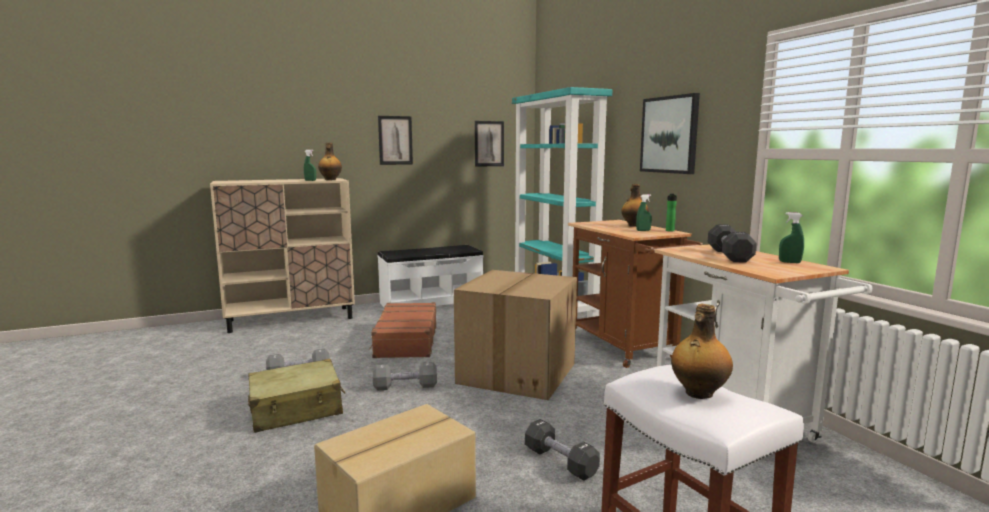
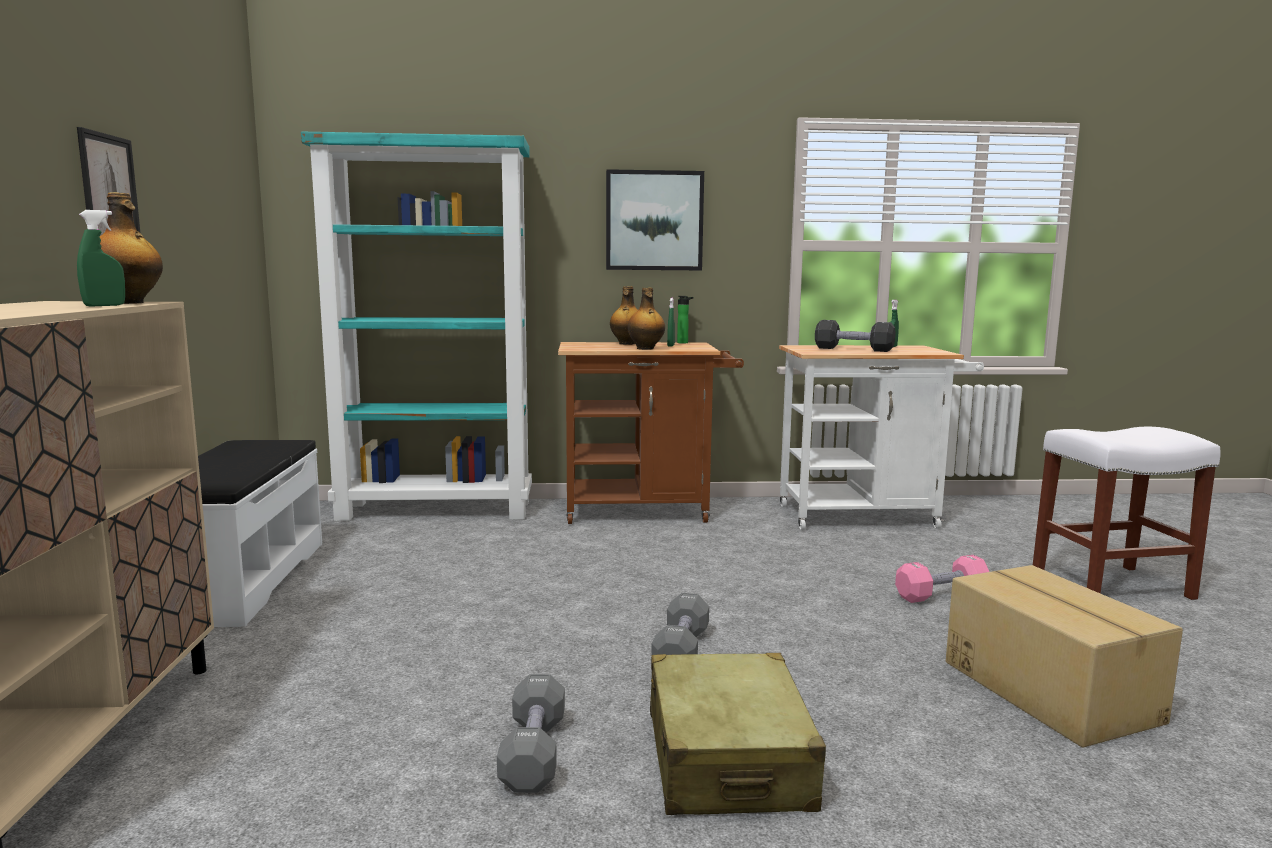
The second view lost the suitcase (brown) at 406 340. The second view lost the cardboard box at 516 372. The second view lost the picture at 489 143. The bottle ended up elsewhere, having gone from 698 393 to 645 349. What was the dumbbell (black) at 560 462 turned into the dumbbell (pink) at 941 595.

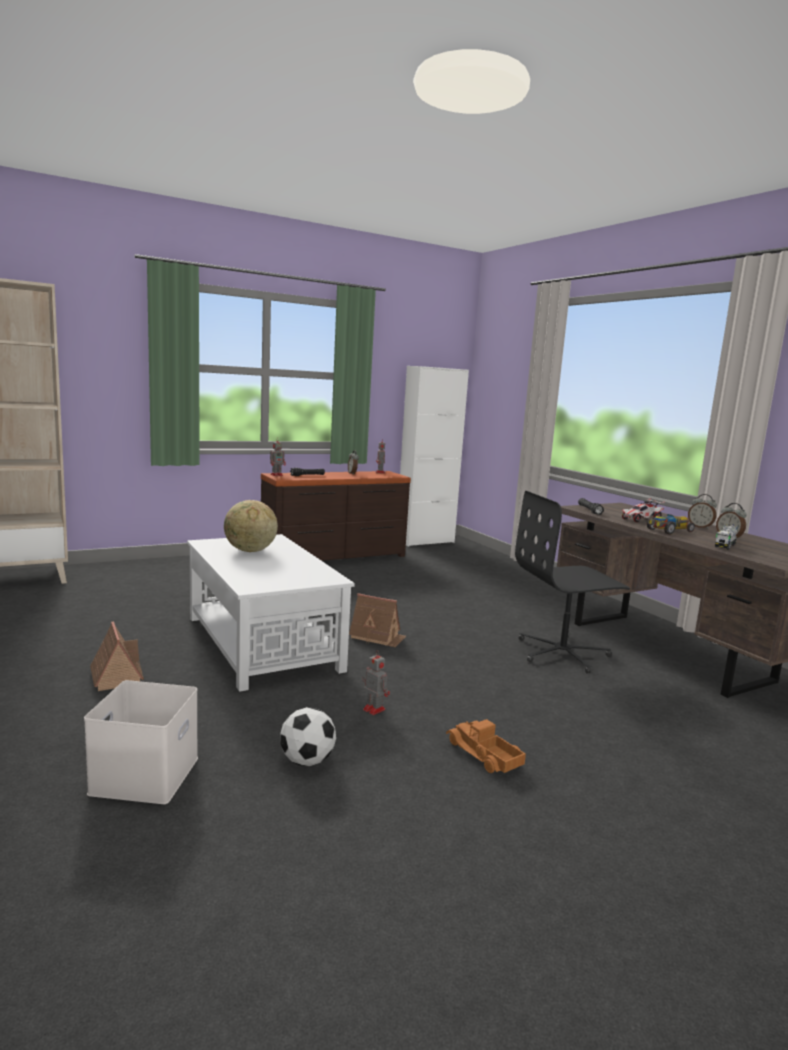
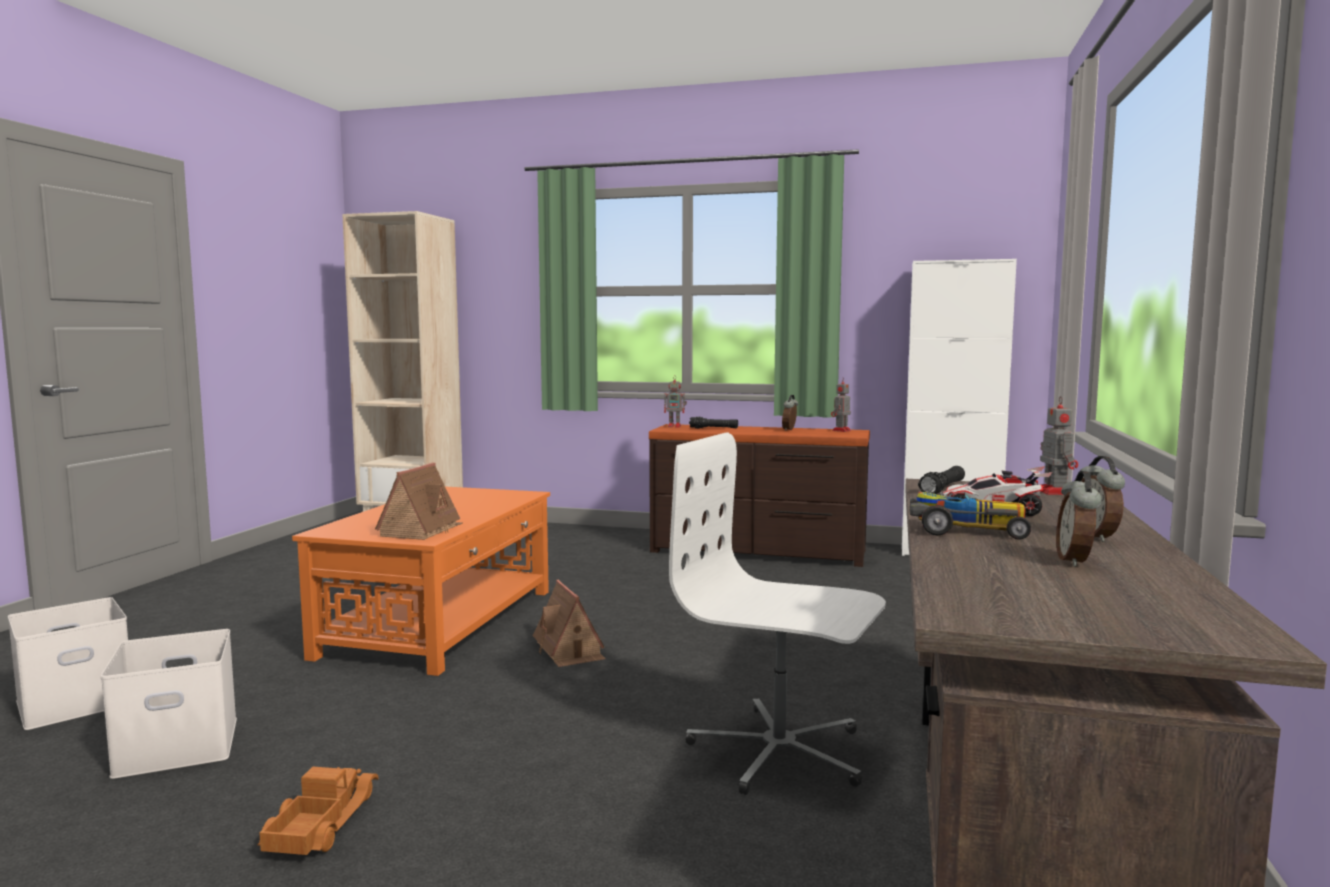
The second view lost the globe at 250 551. The second view lost the toy truck at 725 545. The toy house ended up elsewhere, having gone from 116 676 to 421 530. The toy robot ended up elsewhere, having gone from 373 709 to 1054 492. Where the football stood at 307 761, the storage box (white) came to stand at 180 744. What was the coffee table (white) at 262 642 turned into the coffee table (orange) at 441 622. What was the office chair (black) at 563 653 turned into the office chair (white) at 779 752.

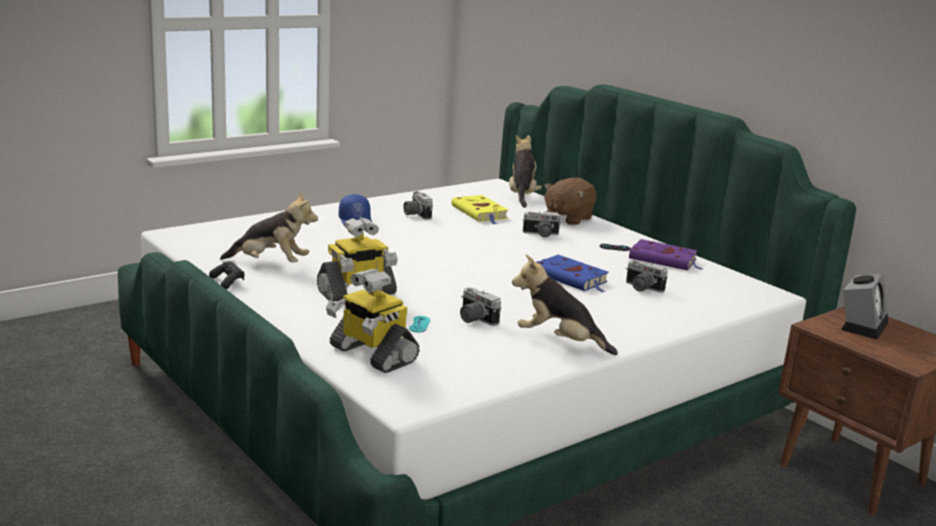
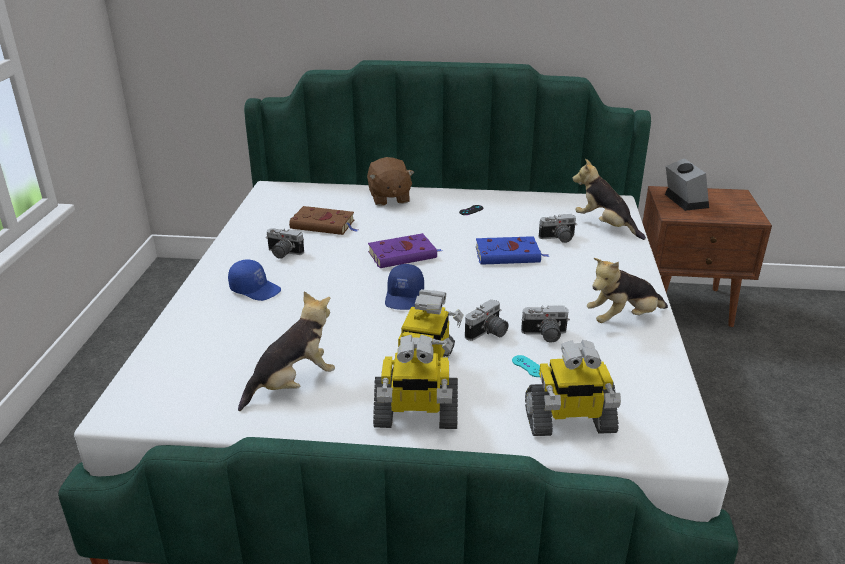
The second view lost the game controller (black) at 227 282. The second view gained the toy robot at 415 416. The second view gained the cap (blue) at 405 297. The plush toy ended up elsewhere, having gone from 522 196 to 605 226. The photo camera ended up elsewhere, having gone from 540 235 to 488 333. The book (purple) ended up elsewhere, having gone from 664 260 to 404 255. What was the book (yellow) at 480 213 turned into the book (brown) at 324 225.

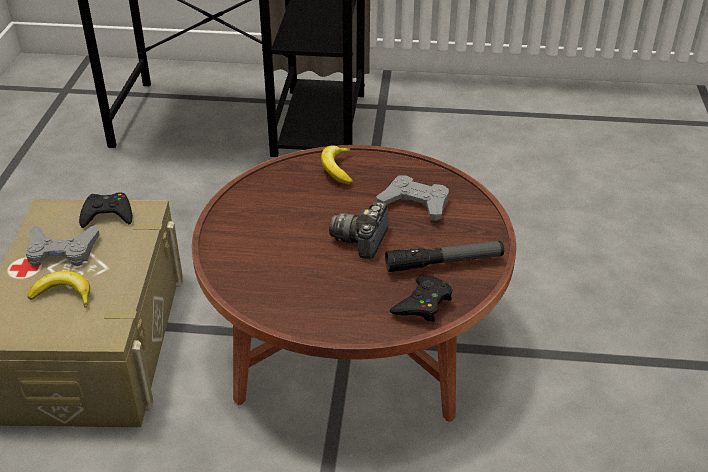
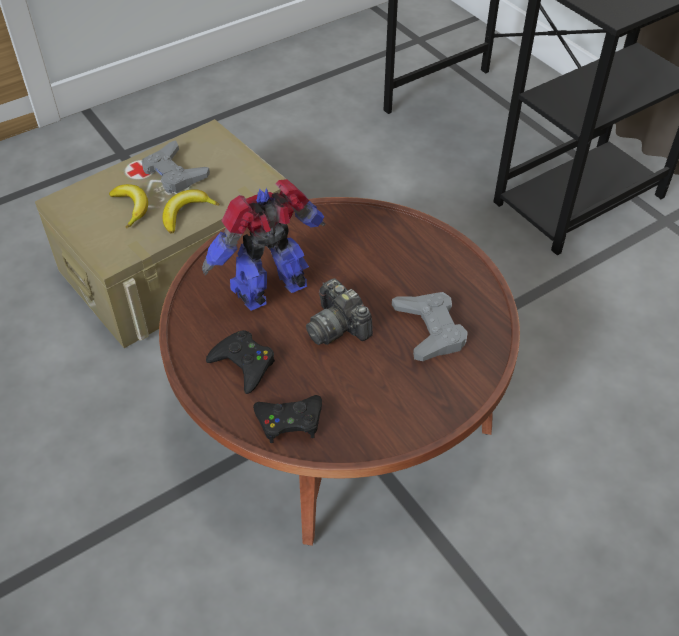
The second view lost the flashlight at 444 262. The second view gained the toy robot at 273 290. The game controller (black) ended up elsewhere, having gone from 108 215 to 244 364. The banana ended up elsewhere, having gone from 337 168 to 186 214. The photo camera at 362 240 ended up facing another way, 105 degrees counterclockwise from before.

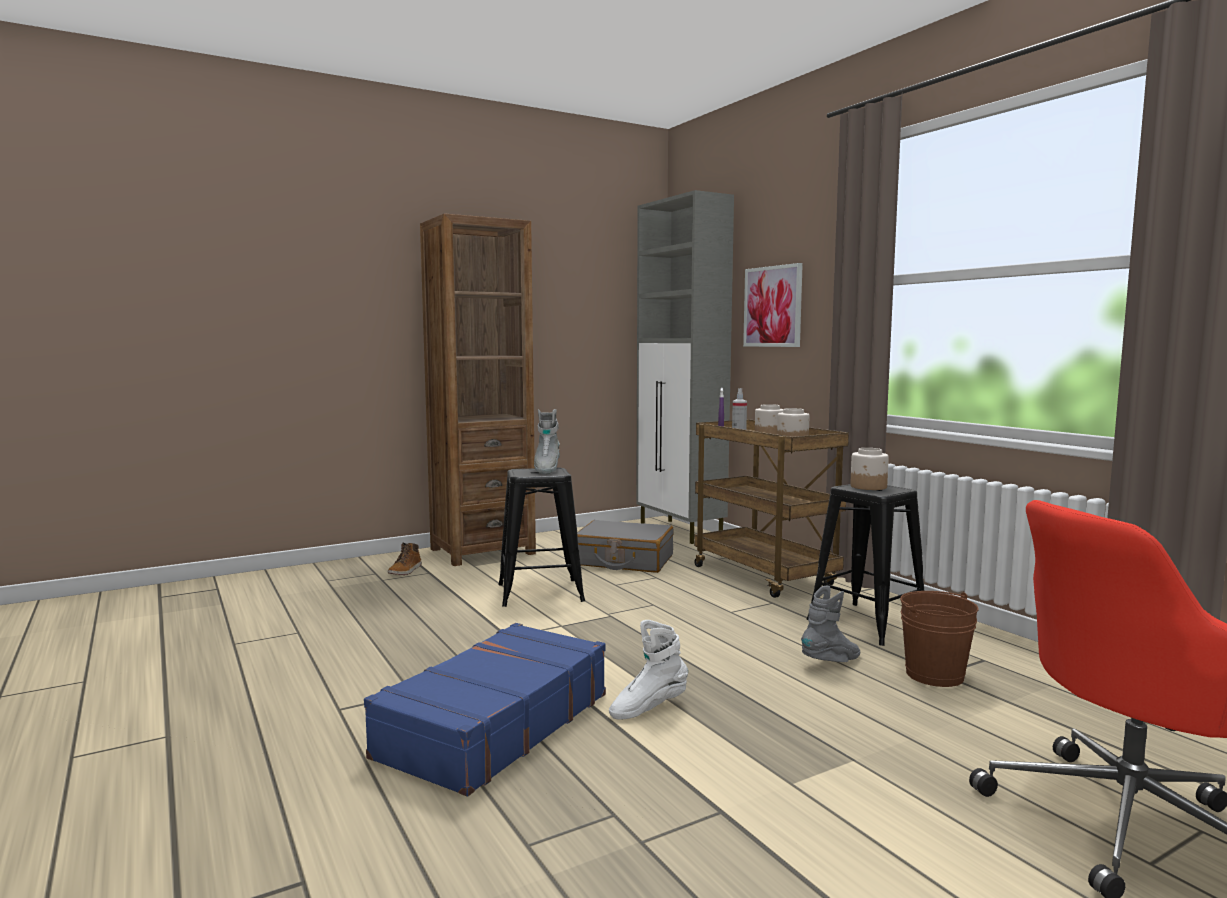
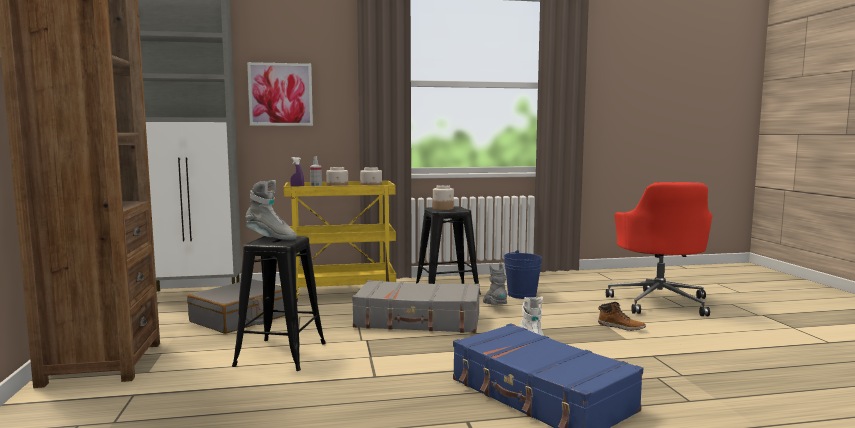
The second view gained the suitcase (grey) at 418 321. The boot ended up elsewhere, having gone from 405 571 to 621 327. What was the cart (brown) at 766 577 turned into the cart (yellow) at 342 293. What was the bucket (brown) at 934 675 turned into the bucket (blue) at 522 295.

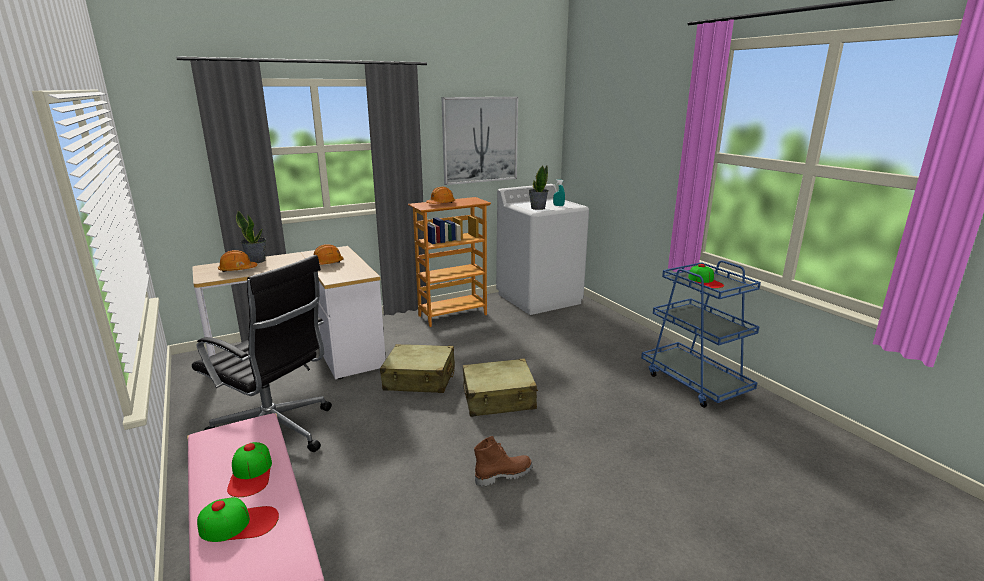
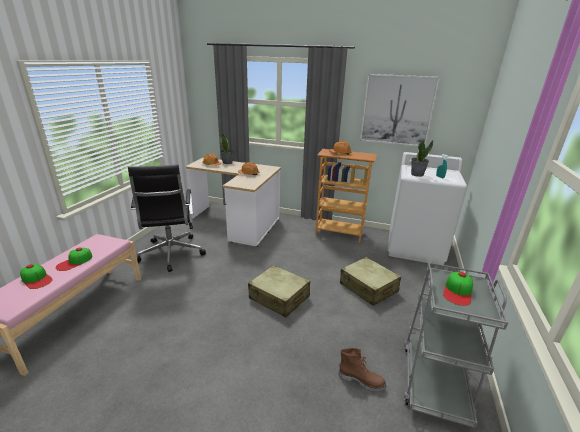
The suitcase (beige) ended up elsewhere, having gone from 420 379 to 368 288. The boot (brown) ended up elsewhere, having gone from 503 475 to 361 380. What was the cart (blue) at 694 382 turned into the cart (grey) at 434 380.

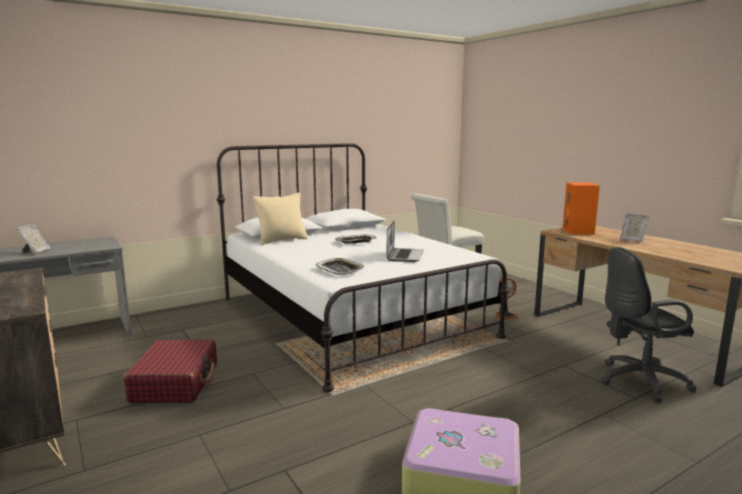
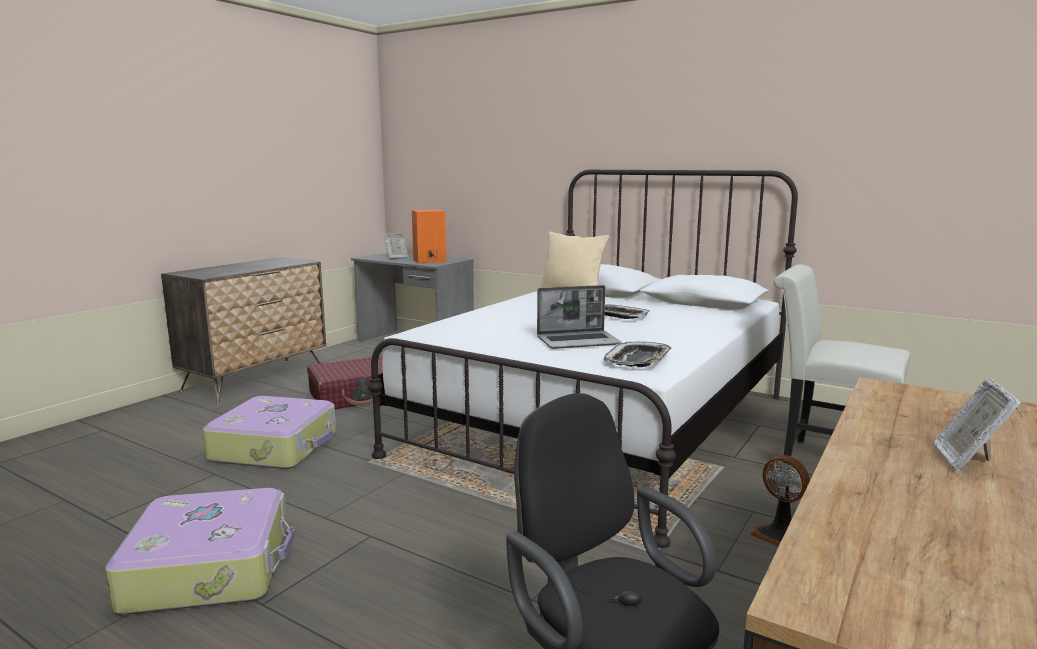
The second view gained the suitcase at 276 447. The tray ended up elsewhere, having gone from 340 270 to 638 360. The speaker (orange) ended up elsewhere, having gone from 579 231 to 429 261.

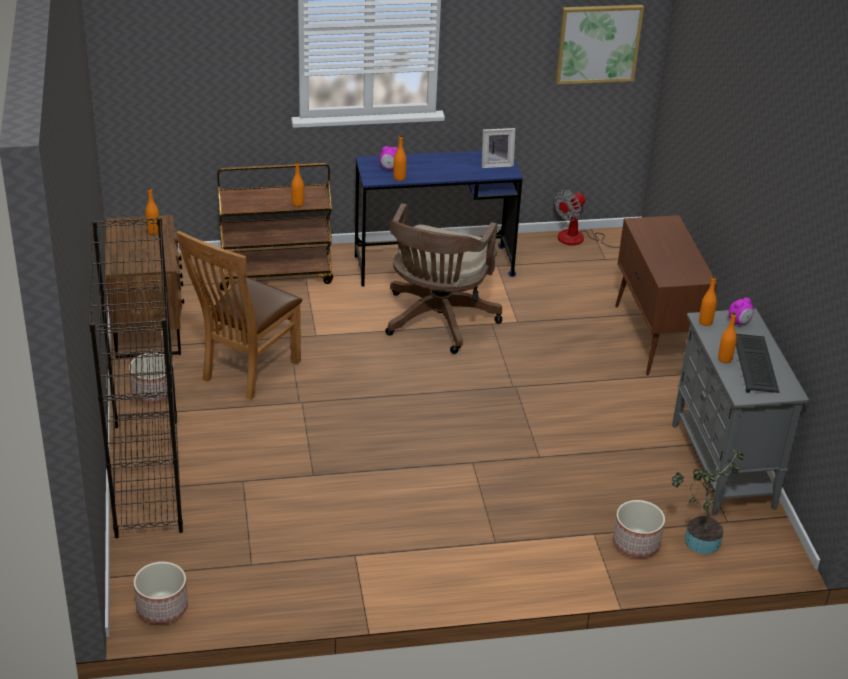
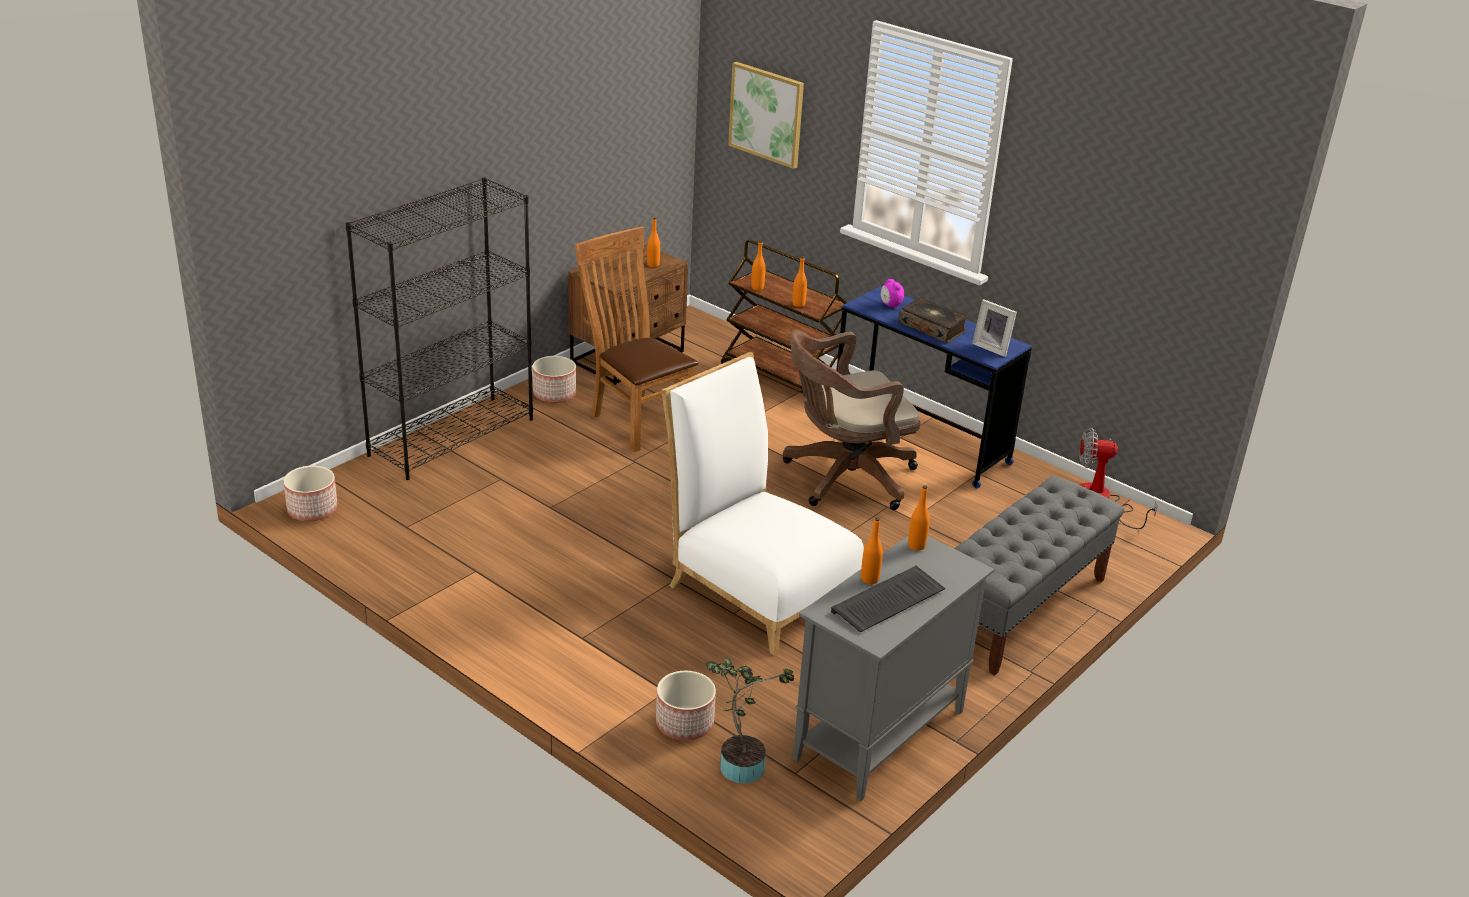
The second view lost the alarm clock at 739 322. The second view gained the chair (white) at 756 587. The second view gained the book at 932 327. The bottle (orange) ended up elsewhere, having gone from 399 178 to 757 288. The picture ended up elsewhere, having gone from 598 43 to 767 114. Where the cabinet (brown) stood at 655 339, the bench (grey) came to stand at 1018 609. The chair (brown) at 246 372 ended up facing another way, 60 degrees clockwise from before.

